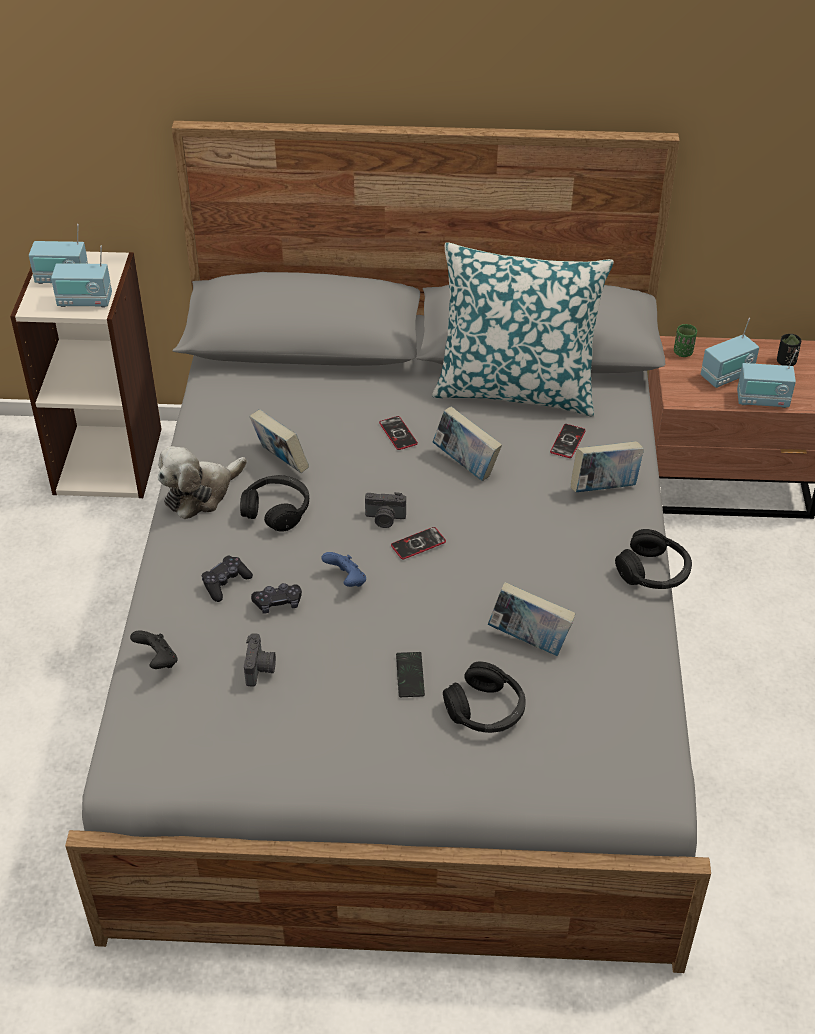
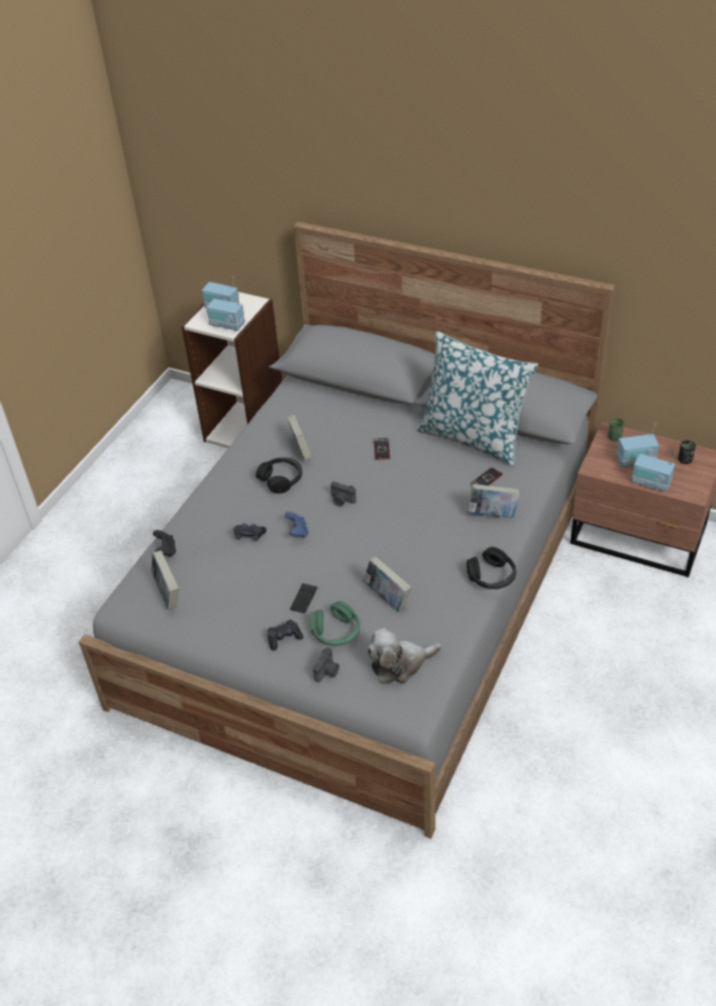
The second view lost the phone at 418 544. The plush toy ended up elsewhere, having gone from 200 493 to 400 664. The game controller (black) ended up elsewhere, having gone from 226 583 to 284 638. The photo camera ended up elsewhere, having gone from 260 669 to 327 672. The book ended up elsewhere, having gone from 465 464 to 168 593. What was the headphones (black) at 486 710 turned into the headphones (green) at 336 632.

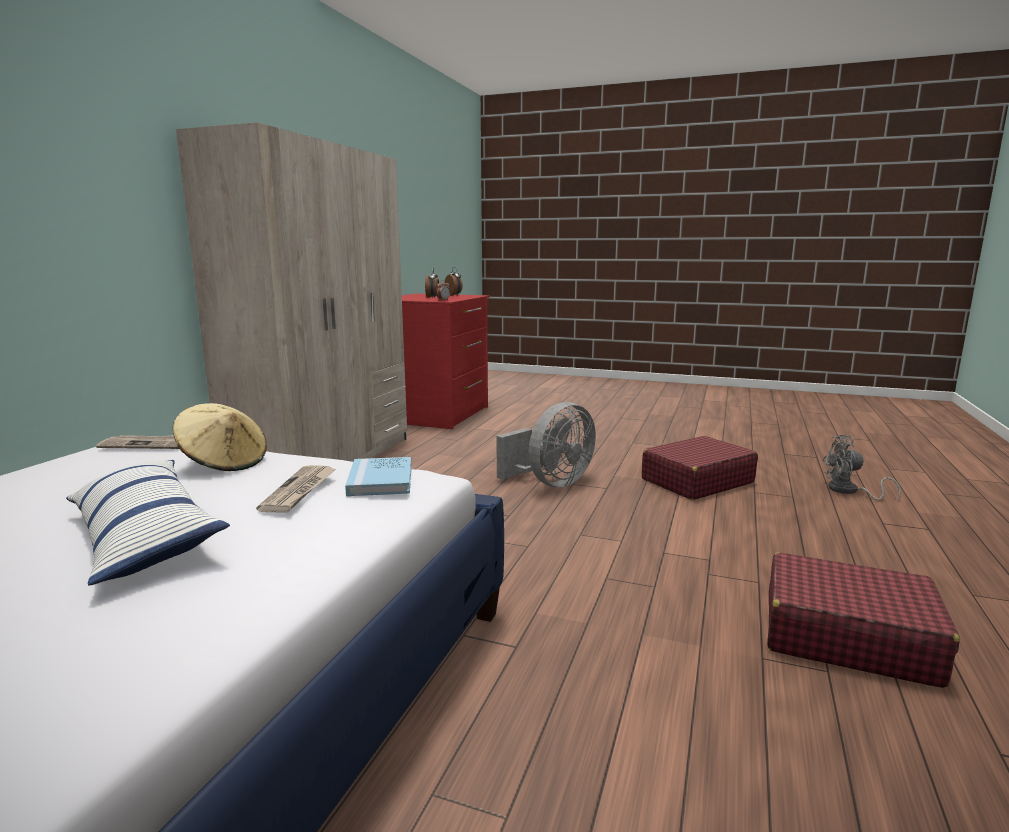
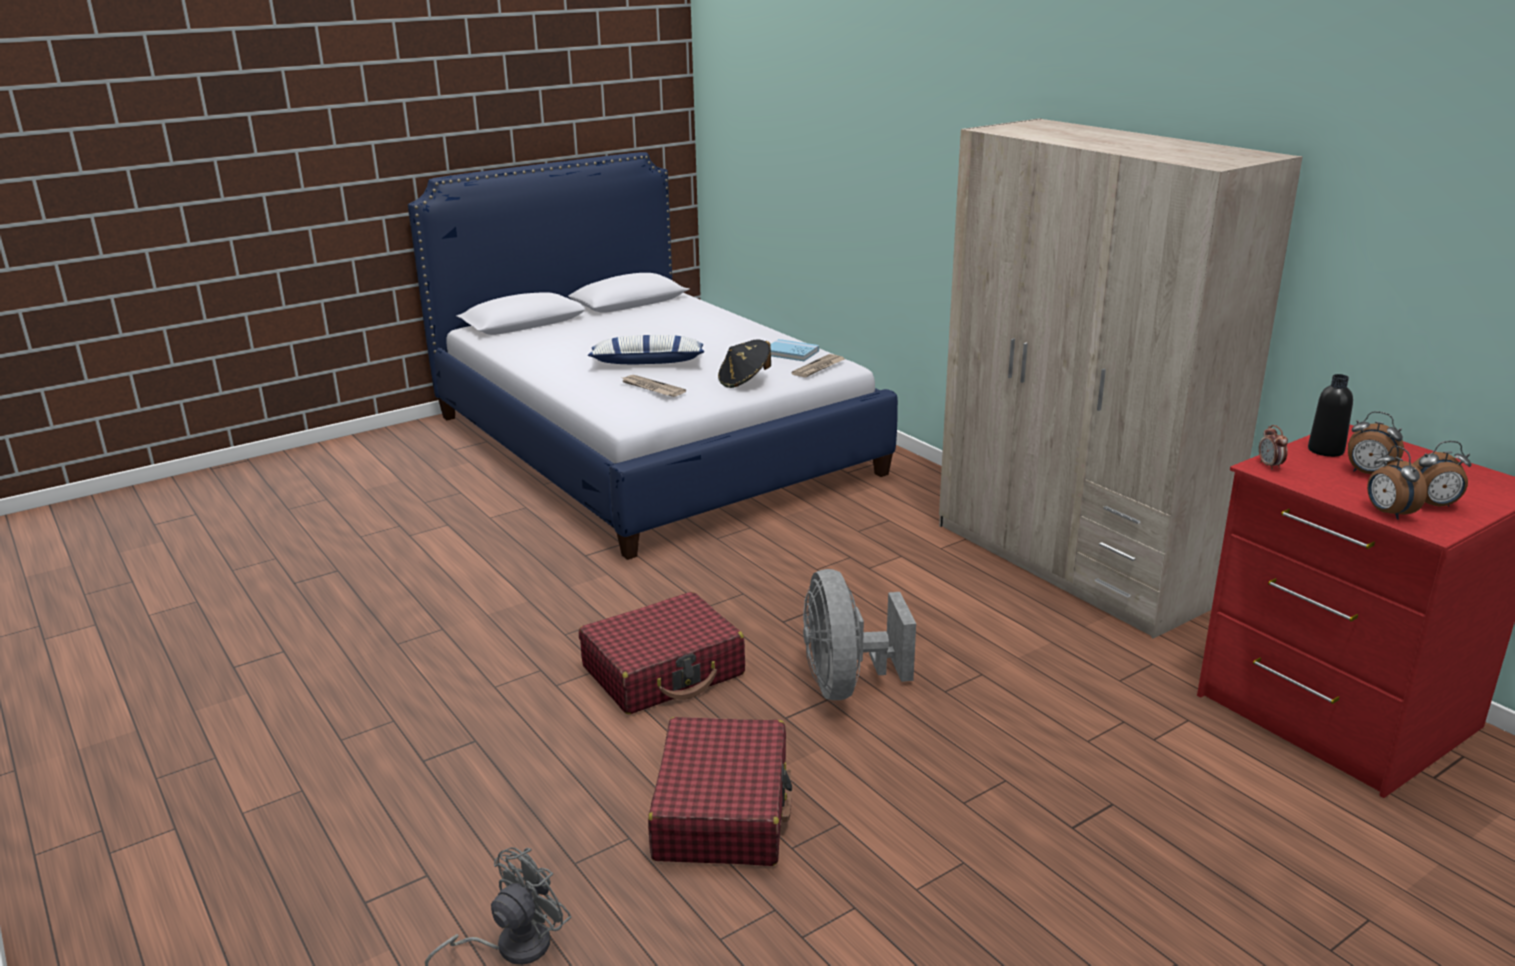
The second view gained the bottle (black) at 1325 450. The second view gained the alarm clock at 1388 513. The book (blue) ended up elsewhere, having gone from 380 480 to 791 353. The suitcase (red) ended up elsewhere, having gone from 846 636 to 664 671. What was the hat (beige) at 224 463 turned into the hat (black) at 744 381.

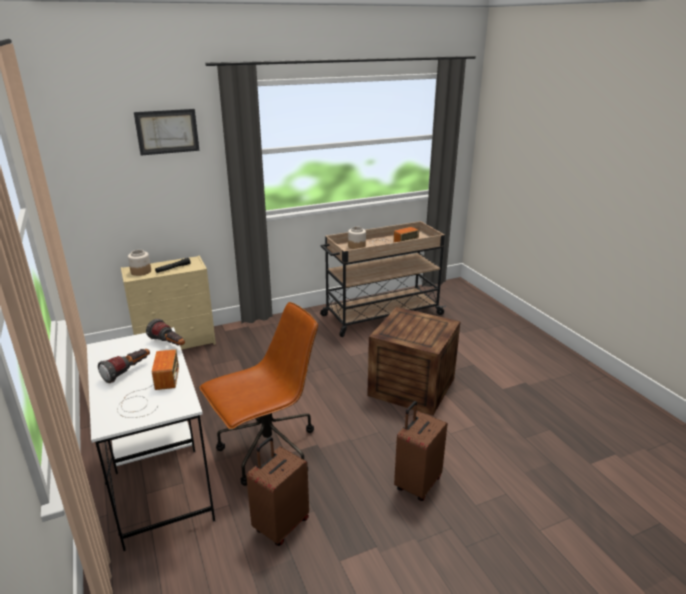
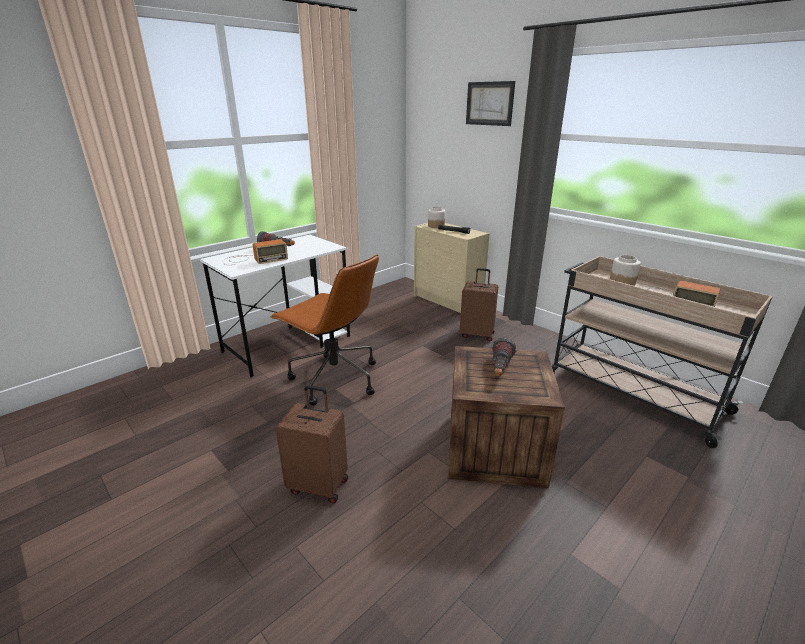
The flashlight ended up elsewhere, having gone from 169 344 to 500 370. The suitcase (brown) ended up elsewhere, having gone from 280 525 to 477 334.

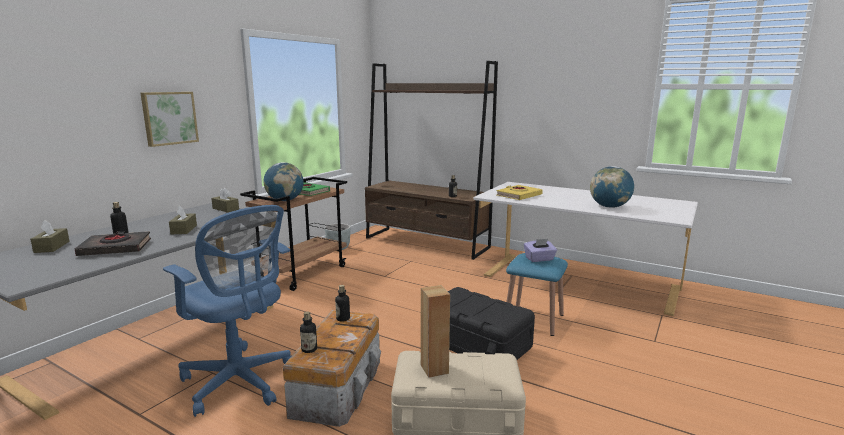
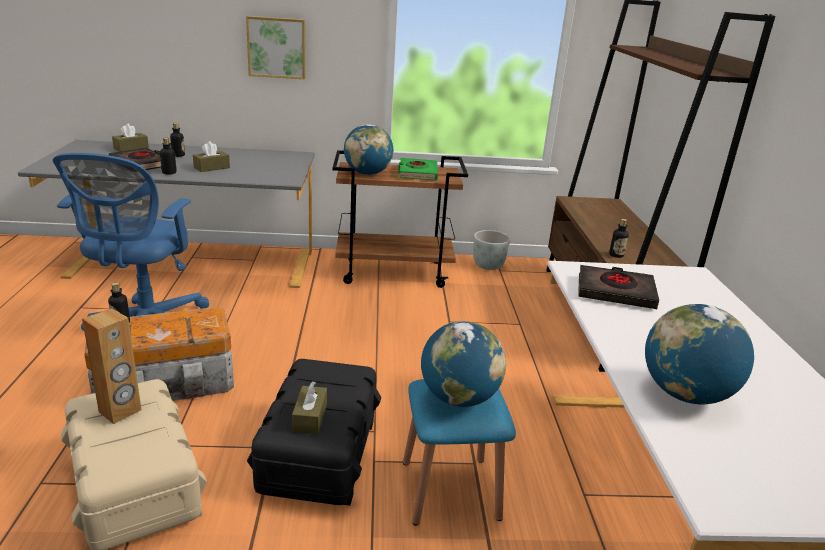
The tissue box (brown) ended up elsewhere, having gone from 225 209 to 310 417. The bottle ended up elsewhere, having gone from 343 318 to 169 173. Where the tissue box (purple) stood at 539 259, the globe came to stand at 459 398. What was the book (yellow) at 519 195 turned into the book (black) at 615 292.

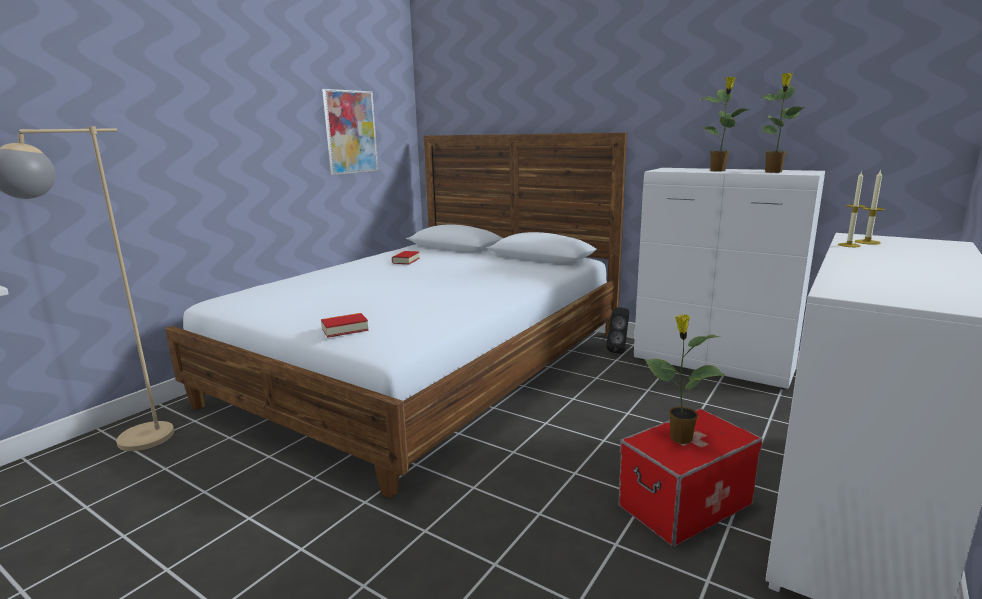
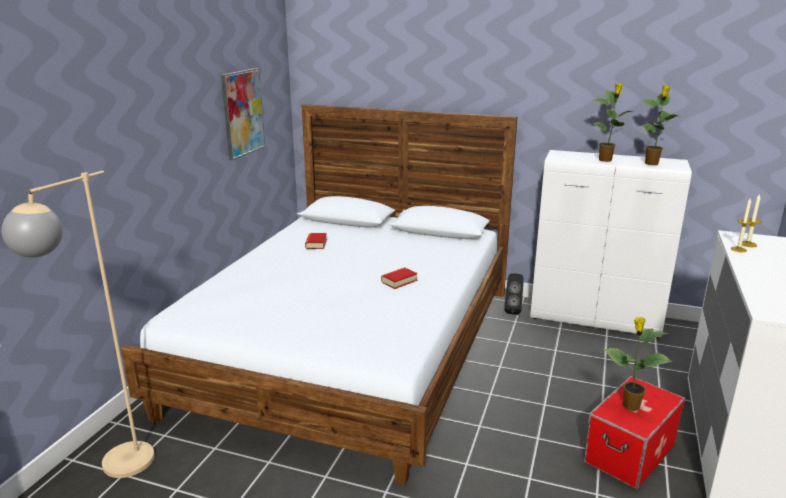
The book ended up elsewhere, having gone from 345 329 to 399 281.

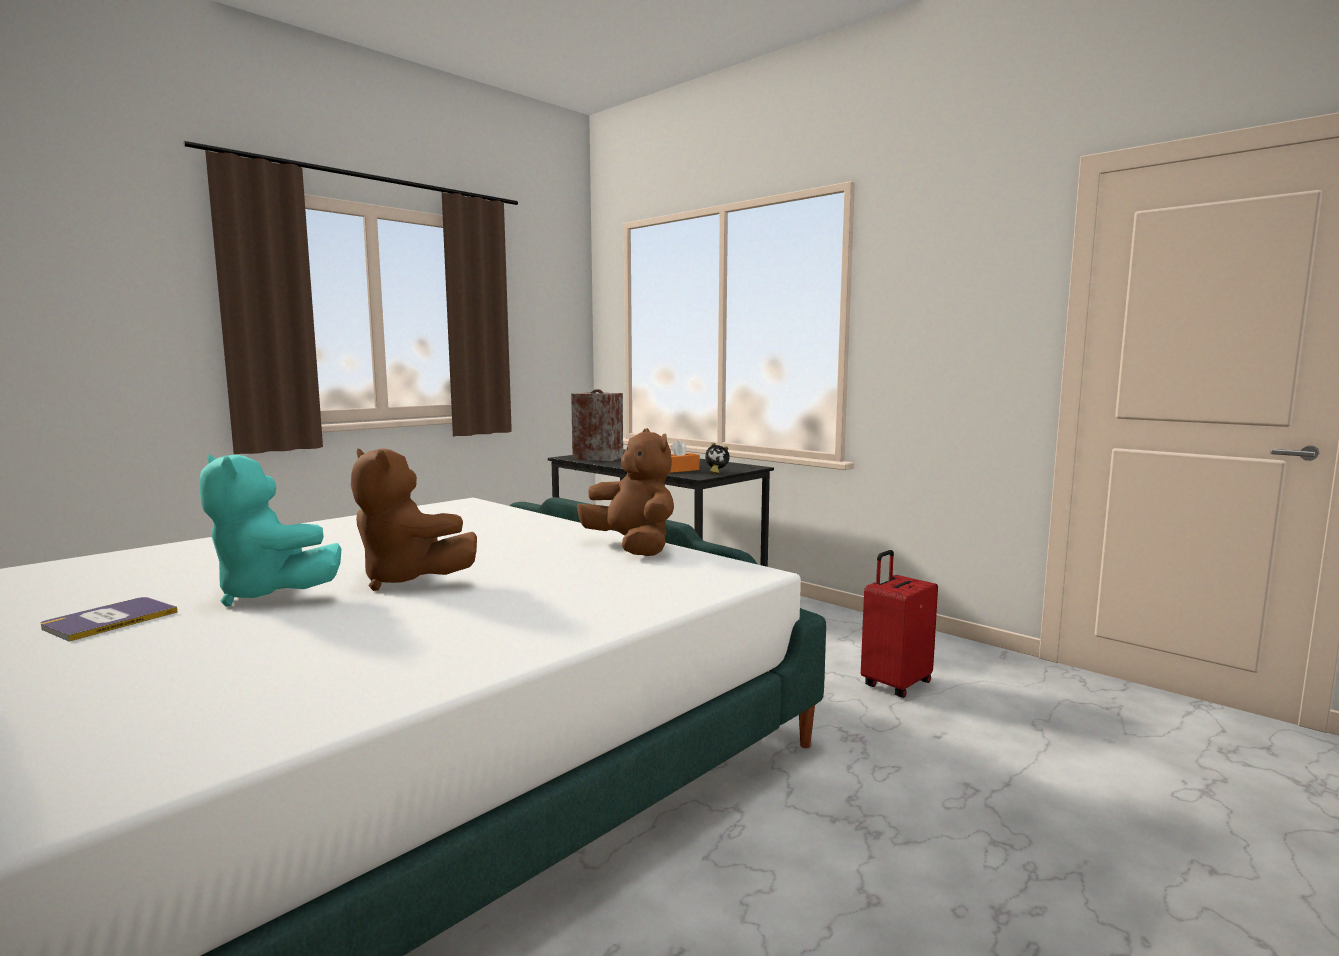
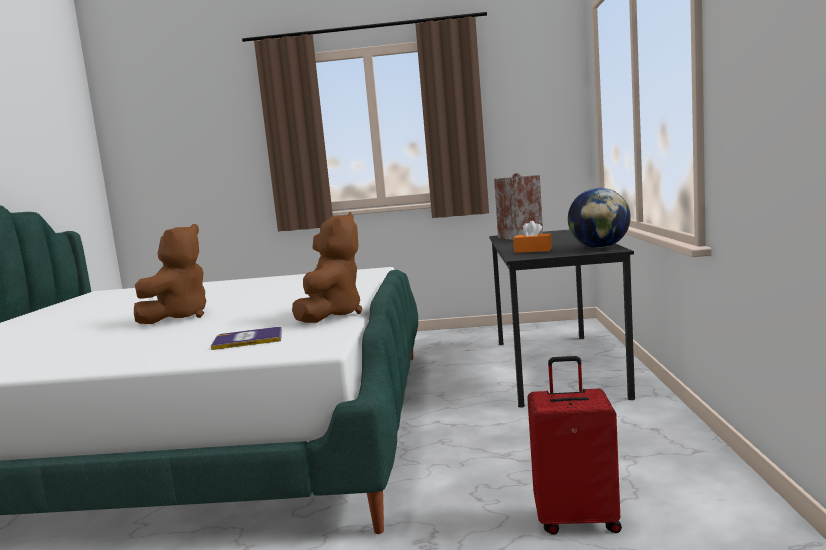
The second view lost the plush toy (turquoise) at 270 594. The second view lost the alarm clock at 716 472. The second view gained the globe at 599 247. The book ended up elsewhere, having gone from 110 620 to 248 339. The plush toy (brown) at 408 580 ended up facing another way, 150 degrees counterclockwise from before.

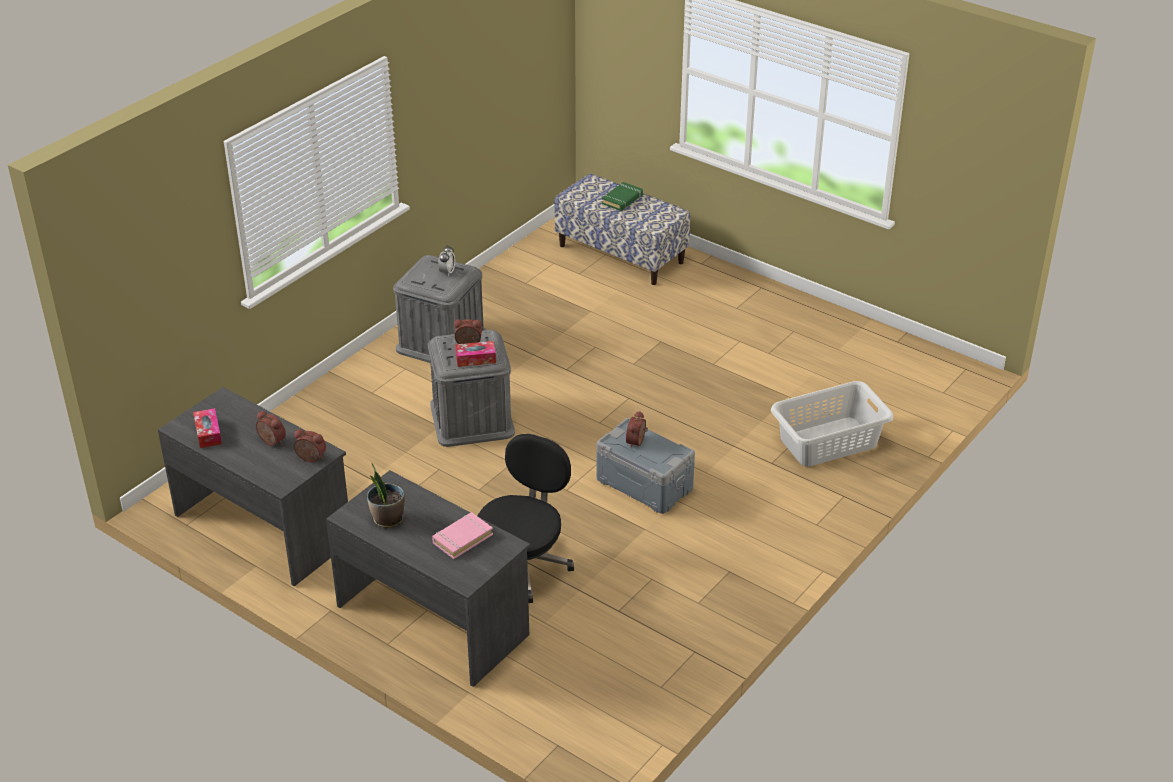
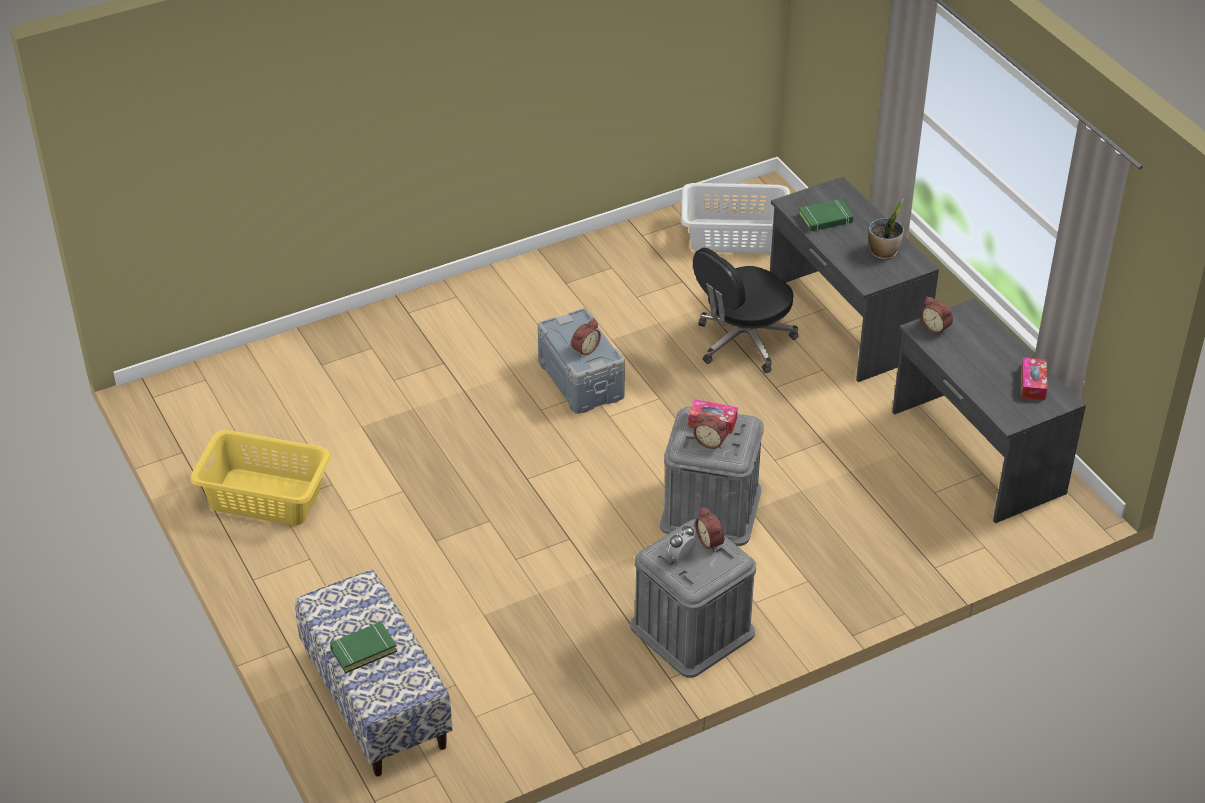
The second view gained the laundry basket (yellow) at 266 498. The alarm clock ended up elsewhere, having gone from 271 442 to 711 541. The laundry basket (grey) ended up elsewhere, having gone from 827 441 to 735 237. What was the book (pink) at 462 538 turned into the book (green) at 825 219.

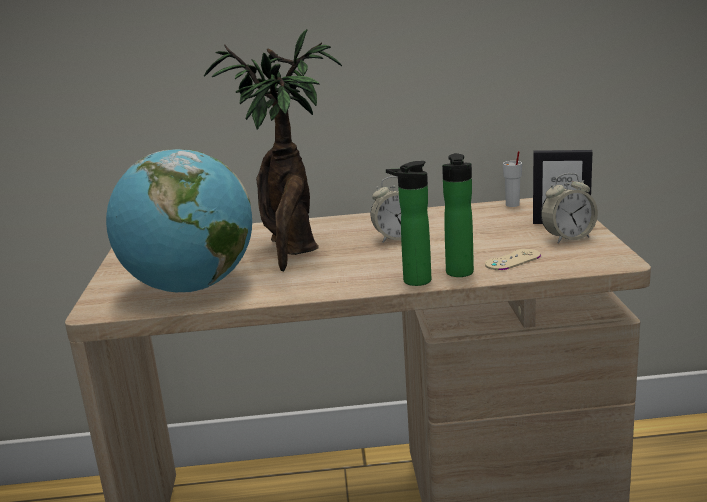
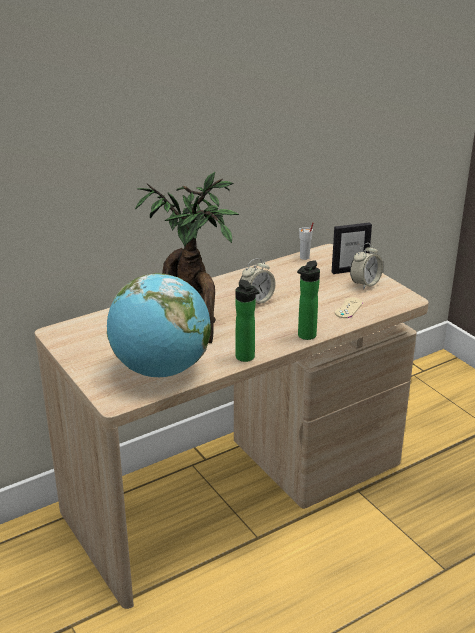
The bottle ended up elsewhere, having gone from 460 274 to 246 358.

